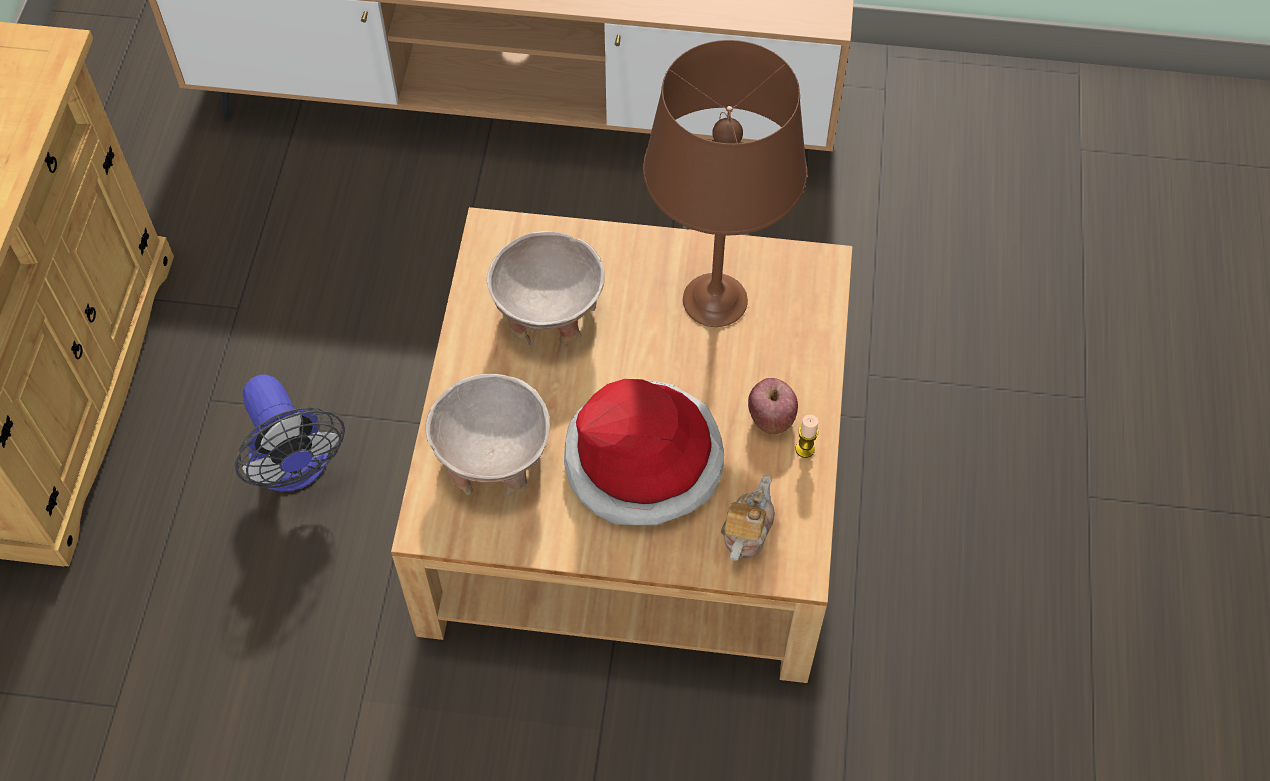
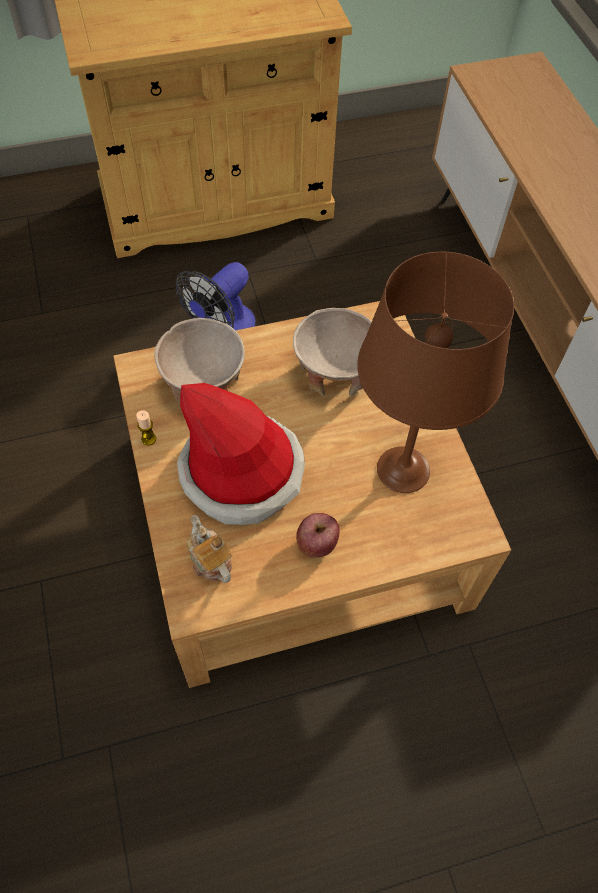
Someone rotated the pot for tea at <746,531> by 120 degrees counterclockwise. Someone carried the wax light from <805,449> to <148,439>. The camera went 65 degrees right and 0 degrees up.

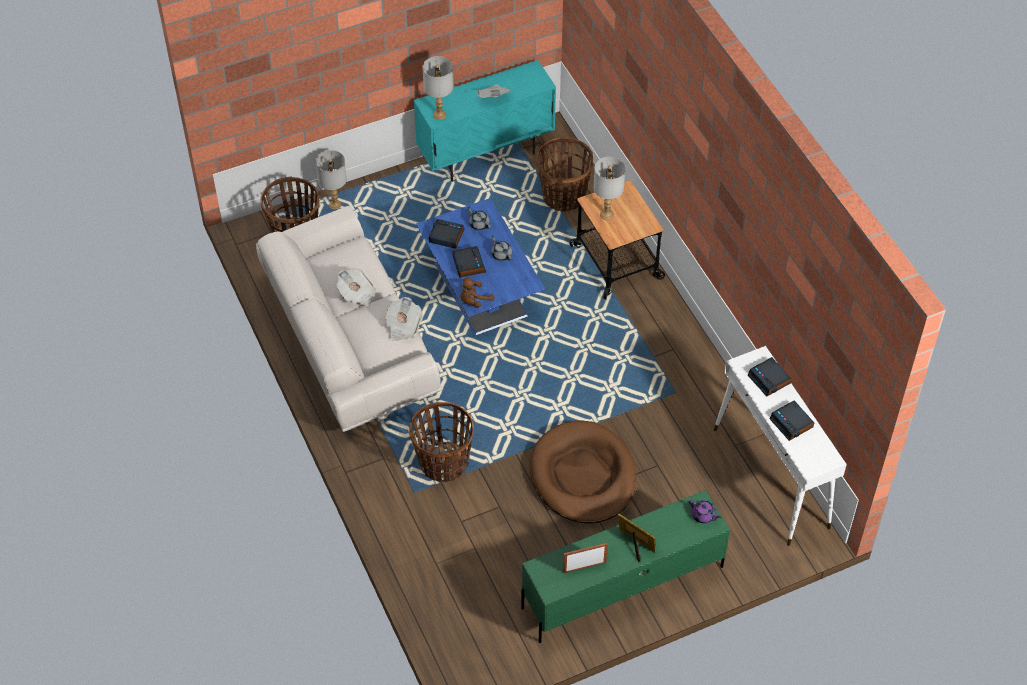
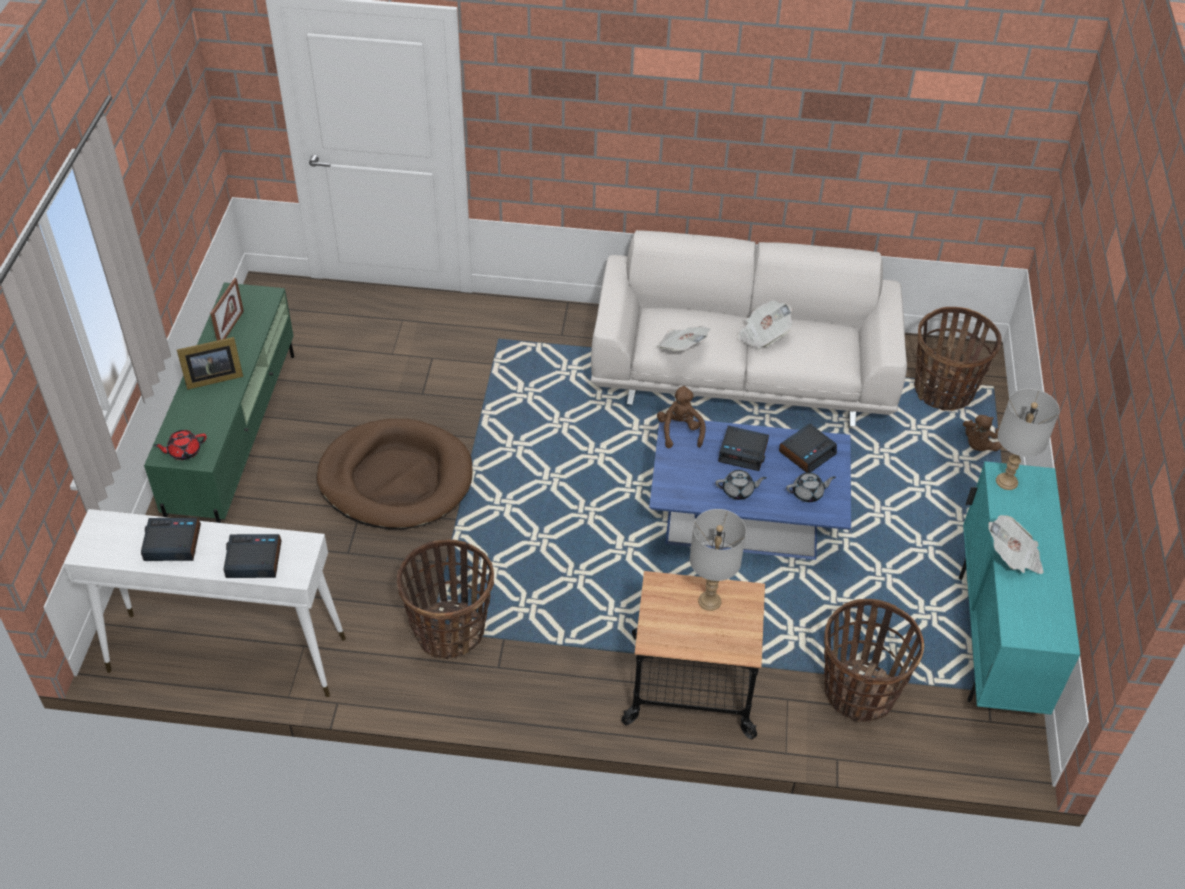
Someone swapped the lamp for a table (greyish) at <335,205> for the plush toy (brown-coloured) at <978,445>. Someone carried the storage basket from <443,463> to <450,630>. Someone repainted the pot for tea (purple) at <703,515>, which became the pot for tea (red) at <184,451>. The camera went 120 degrees right and 5 degrees down.

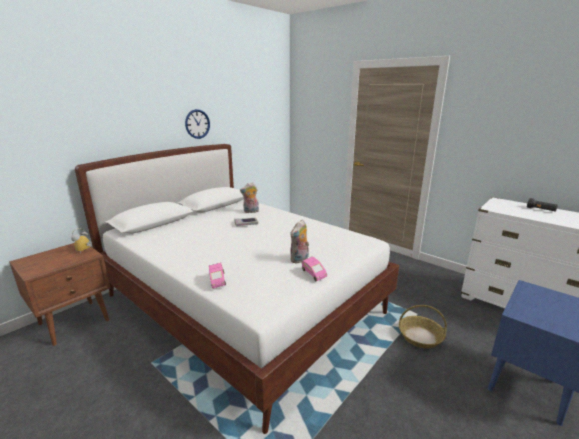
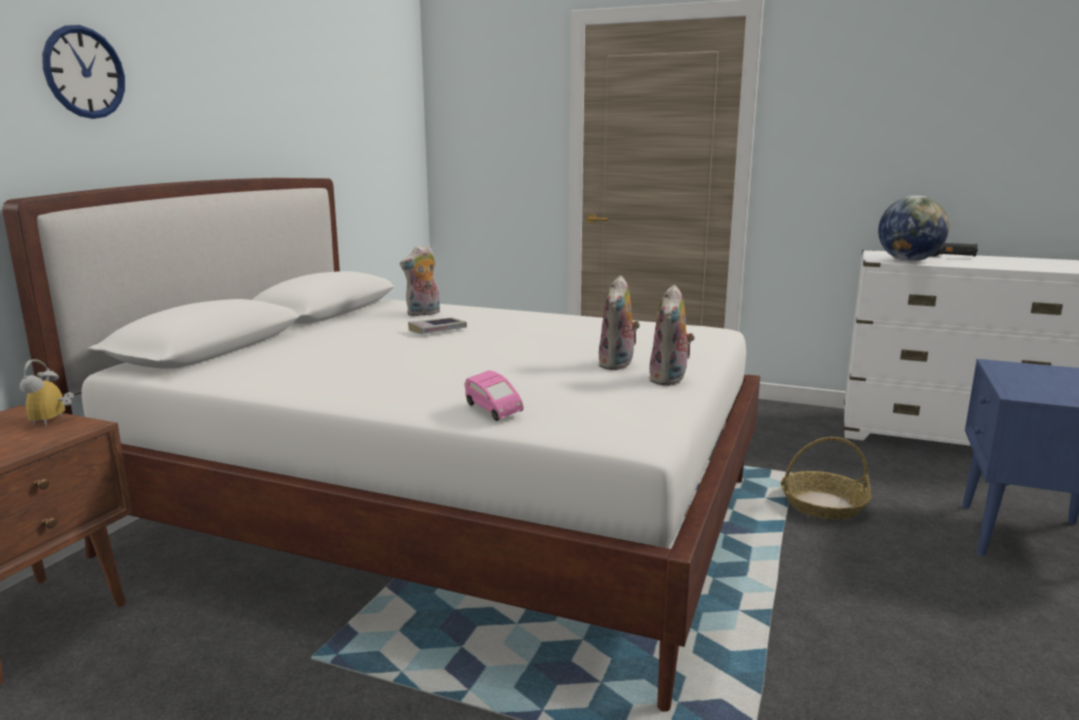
Someone carried the clock on the wall from <197,124> to <84,72>. Someone swapped the model car (pink-coloured) at <313,274> for the plush toy at <670,380>. Someone put down the world globe at <908,260>. The camera went 20 degrees left and 5 degrees down.

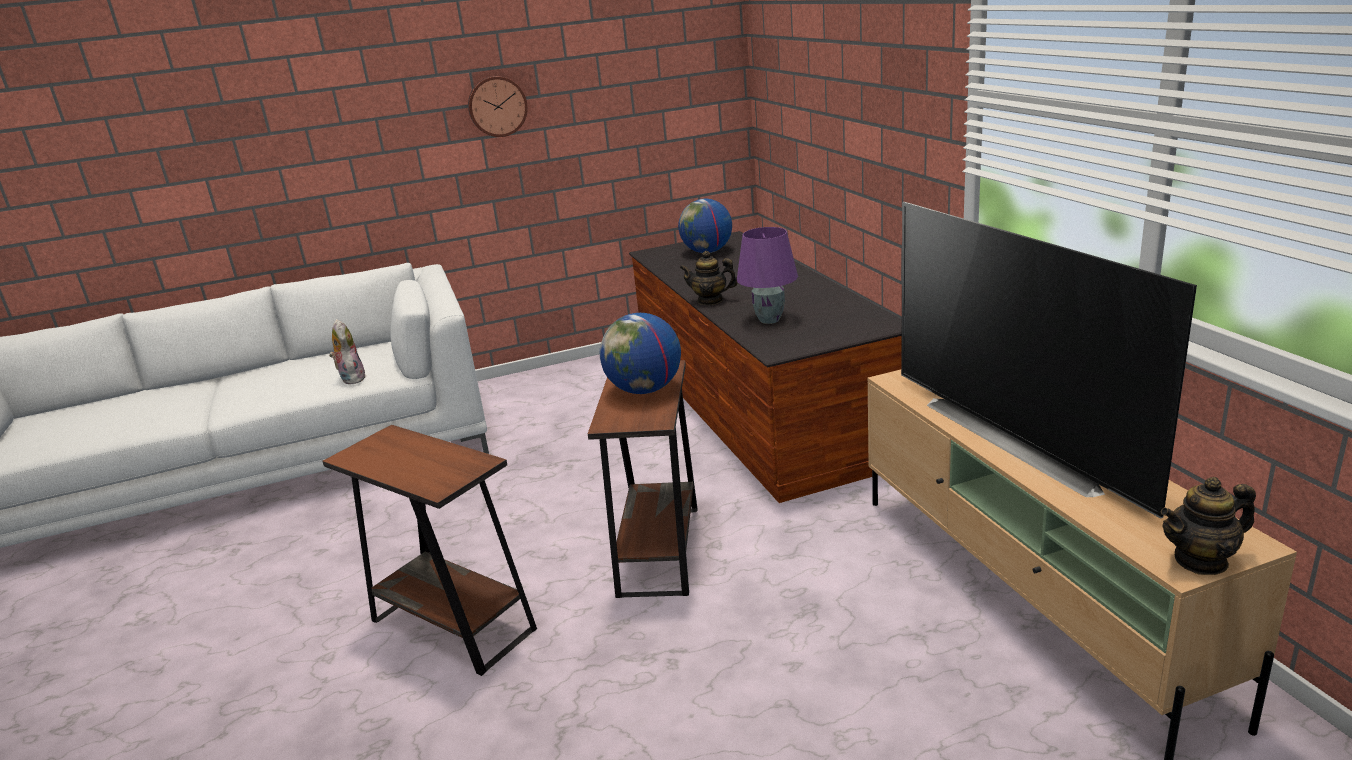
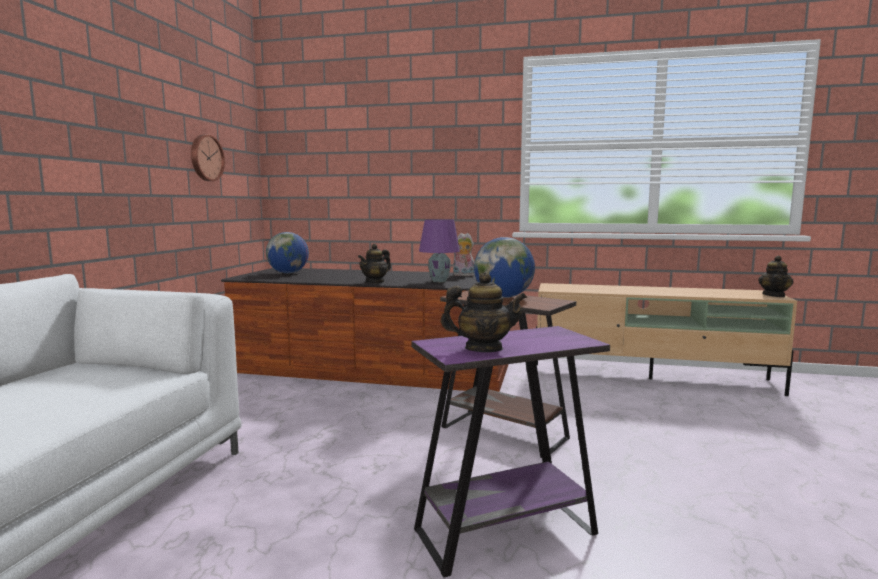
Someone repainted the side table (brown-coloured) at <452,625>, which became the side table (purple) at <505,532>. Someone carried the plush toy from <351,378> to <463,275>. Someone carried the clock on the wall from <497,106> to <206,158>. Someone took away the TV set at <1021,438>. Someone put down the pot for tea at <483,349>. The camera went 60 degrees left and 15 degrees down.

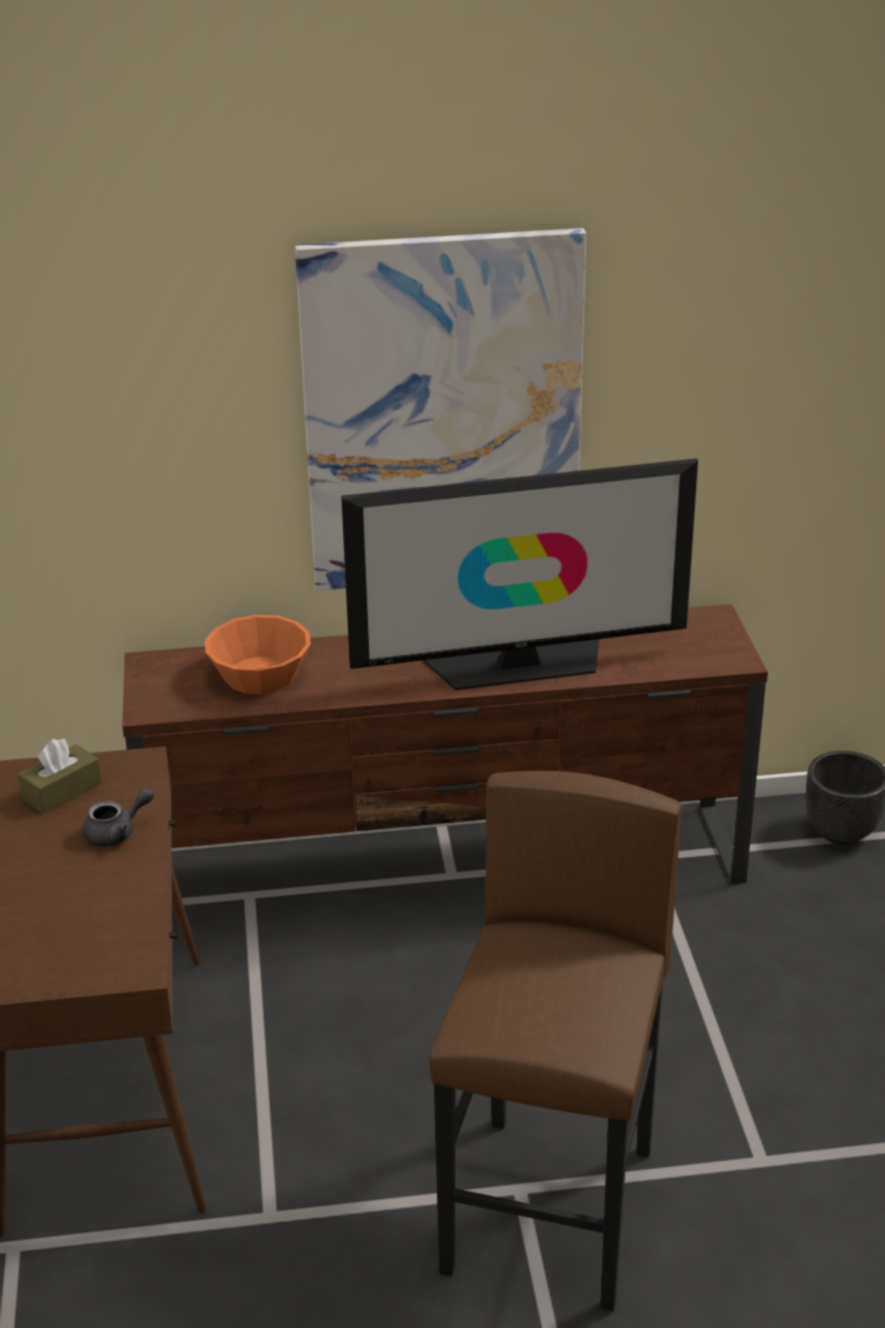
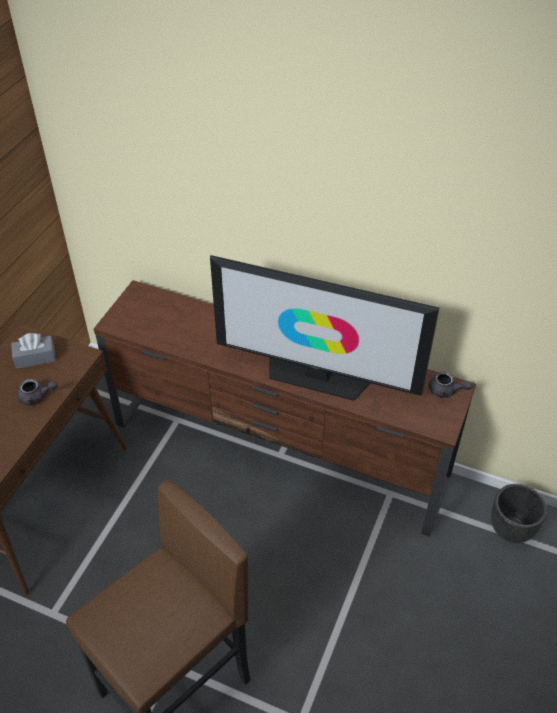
Someone repainted the tissue holder (brown-coloured) at <62,791>, which became the tissue holder (greyish) at <35,358>. Someone took away the bowl (orange-coloured) at <260,674>. Someone took away the picture at <442,414>. Someone put down the pot for tea (greyish) at <446,391>. The camera went 30 degrees right and 15 degrees up.

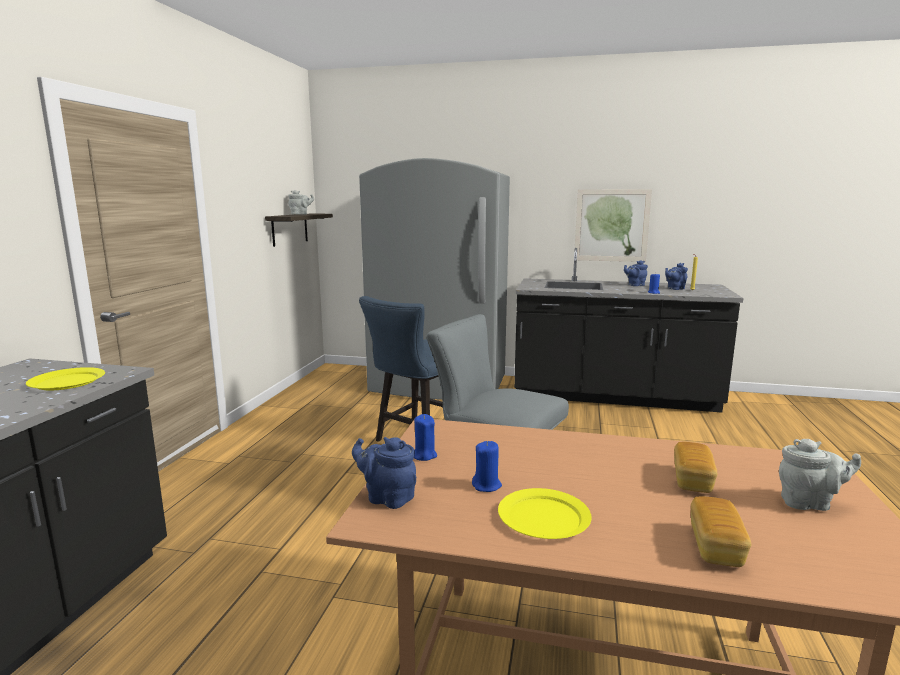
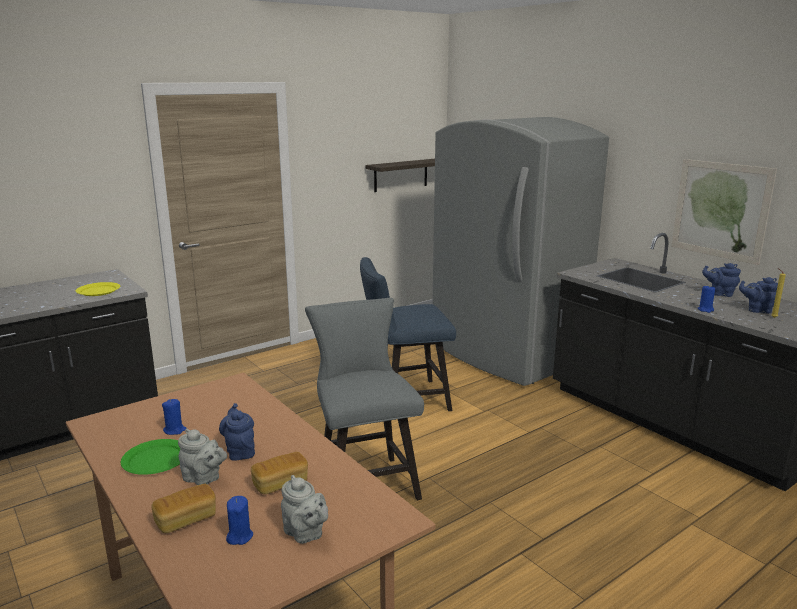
Someone carried the pot for tea (greyish) from <300,214> to <203,479>. Someone carried the pot for tea (blue) from <387,497> to <240,451>. Someone carried the wax light (blue) from <424,455> to <239,536>. Someone repainted the dinner plate (yellow-coloured) at <543,517>, which became the dinner plate (green) at <155,459>. The camera went 40 degrees right and 5 degrees up.

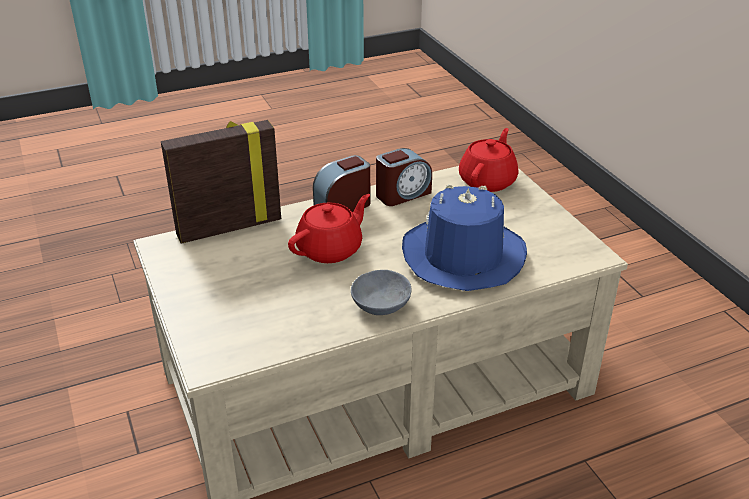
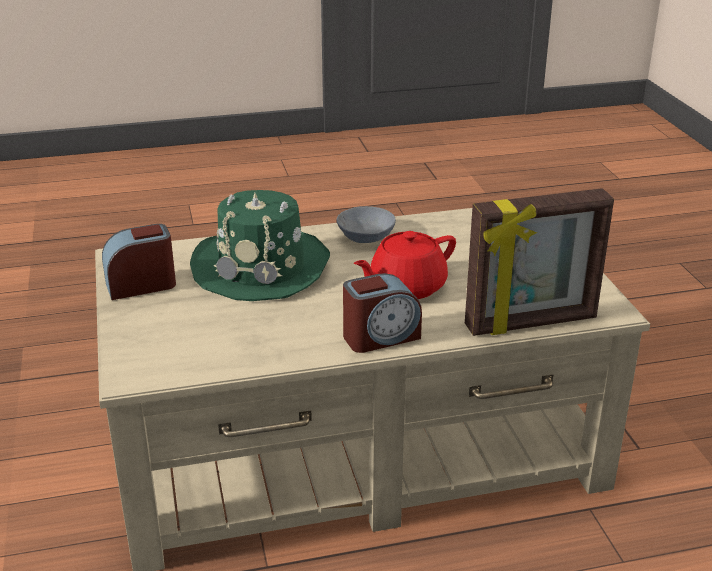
Someone carried the table clock from <402,194> to <141,285>. Someone repainted the clothing hat (blue) at <462,256>, which became the clothing hat (green) at <262,267>. Someone took away the pot for tea (red) at <488,181>. The camera went 170 degrees left and 5 degrees down.

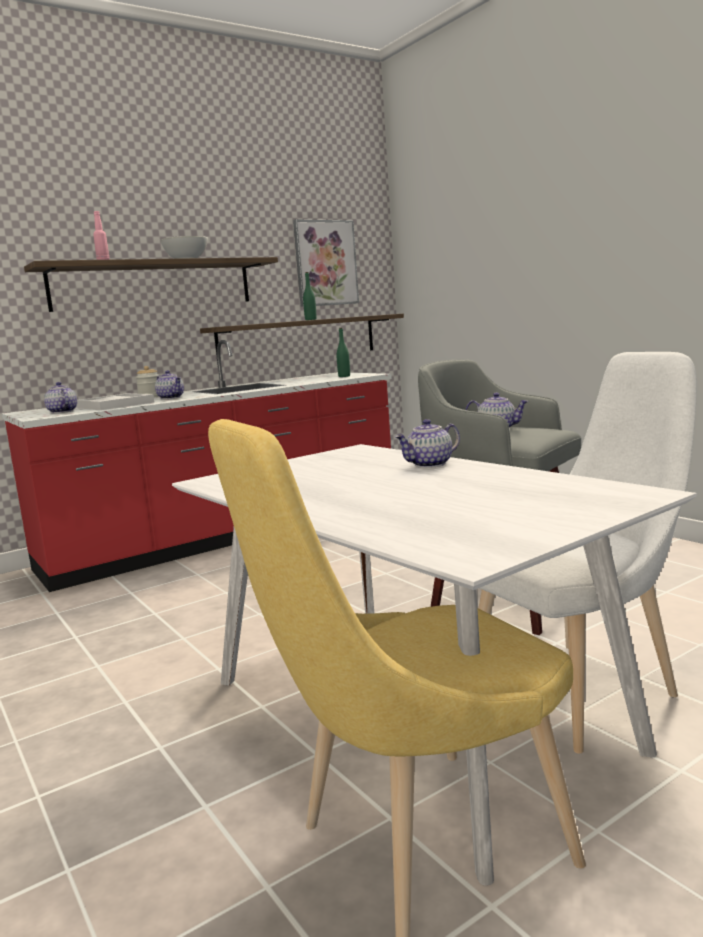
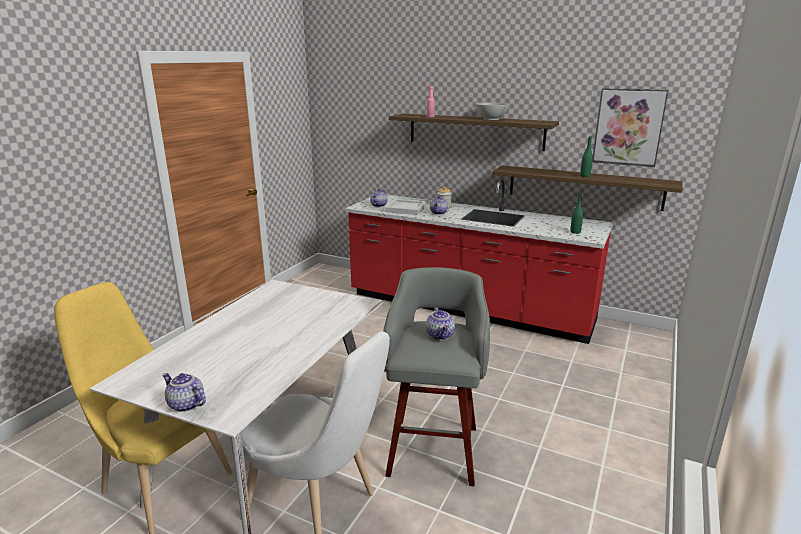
Someone carried the pot for tea from <430,465> to <185,405>. The camera went 60 degrees right and 10 degrees up.

